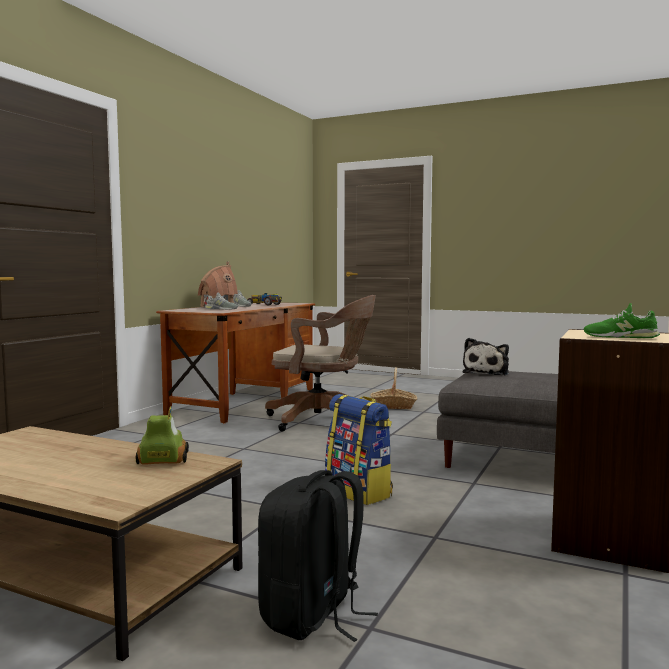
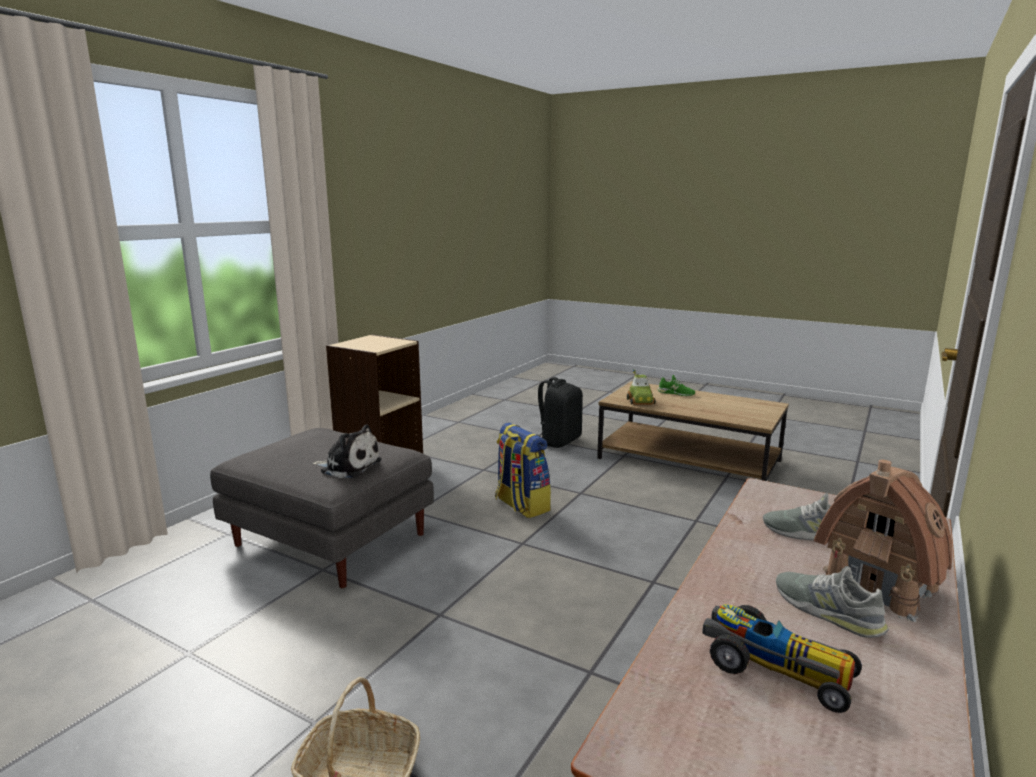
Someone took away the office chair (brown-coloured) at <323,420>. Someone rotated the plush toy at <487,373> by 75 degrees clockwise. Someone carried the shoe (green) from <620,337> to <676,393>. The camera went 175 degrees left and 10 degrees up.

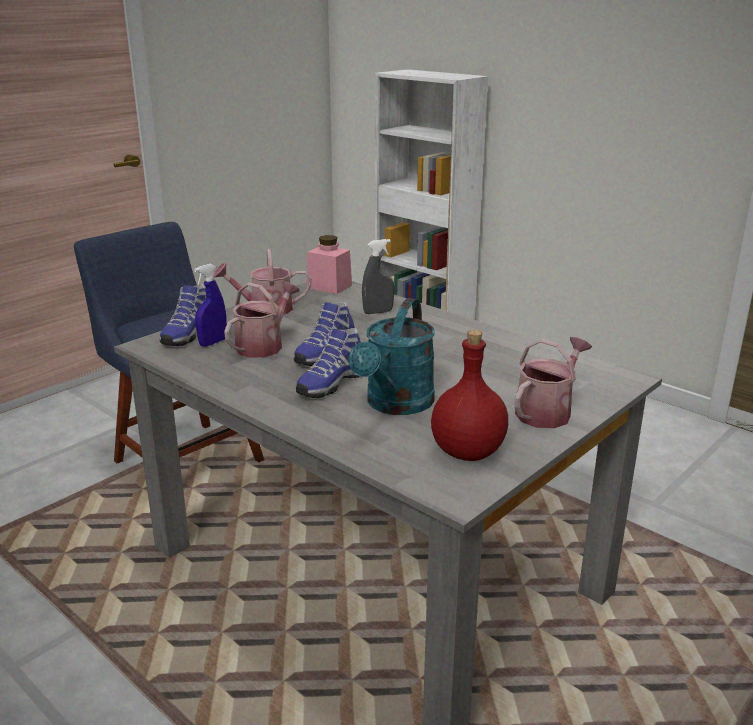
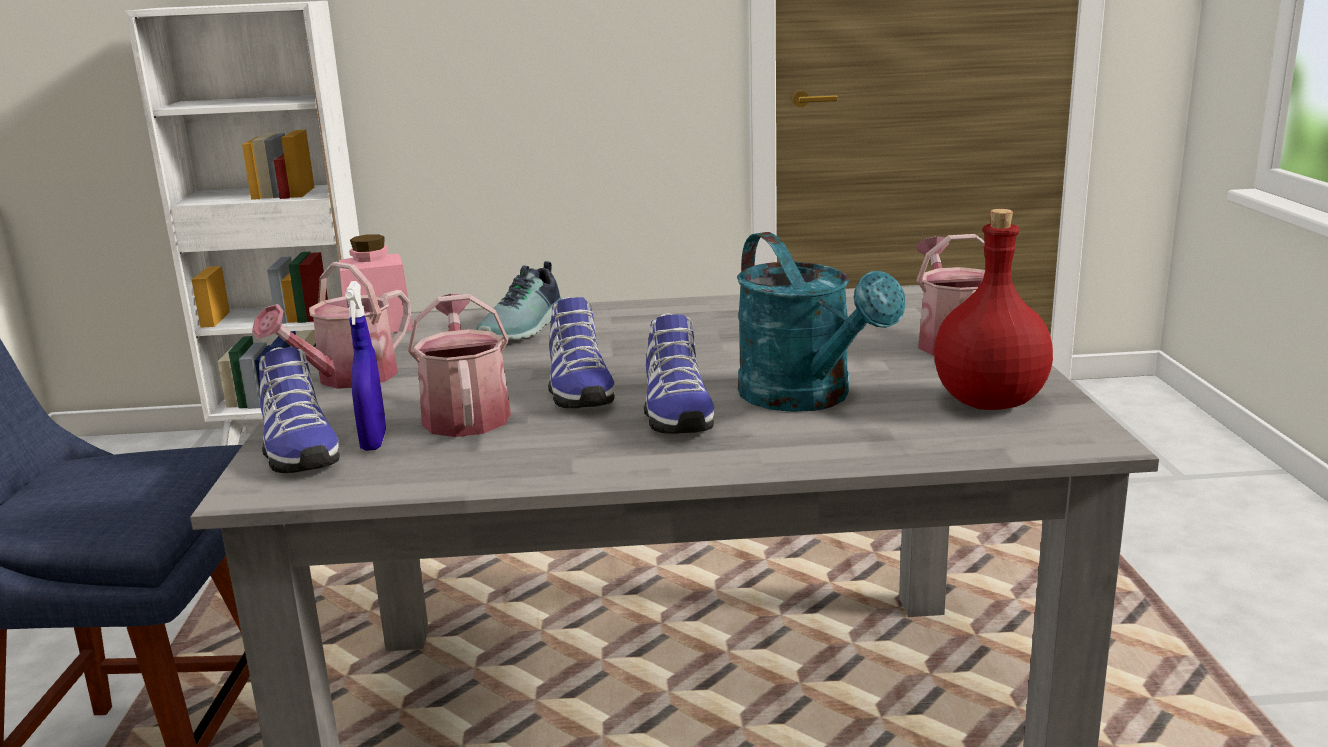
Someone swapped the hand sprayer (greyish) at <378,312> for the shoe at <526,328>. The camera went 45 degrees left and 5 degrees down.

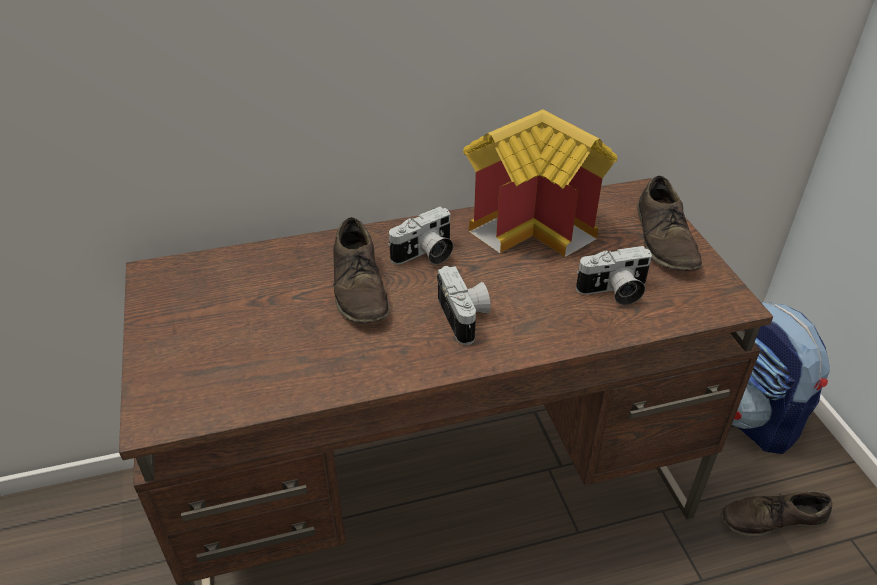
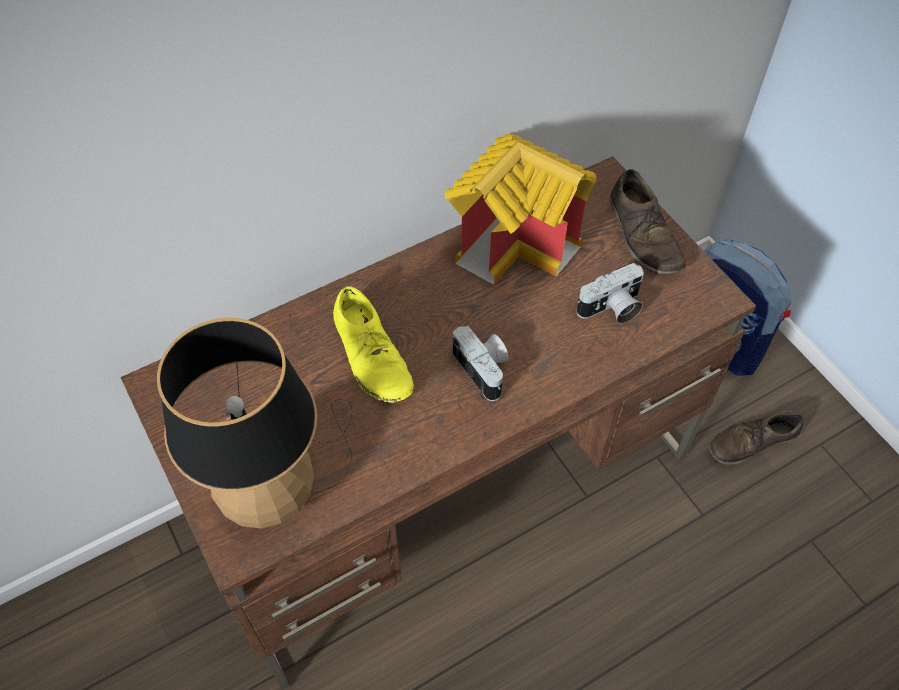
Someone repainted the shoe (brown-coloured) at <359,287>, which became the shoe (yellow-coloured) at <372,356>. Someone took away the still camera at <425,255>. Someone put down the lamp for a table at <278,482>. The camera went 15 degrees left and 15 degrees up.

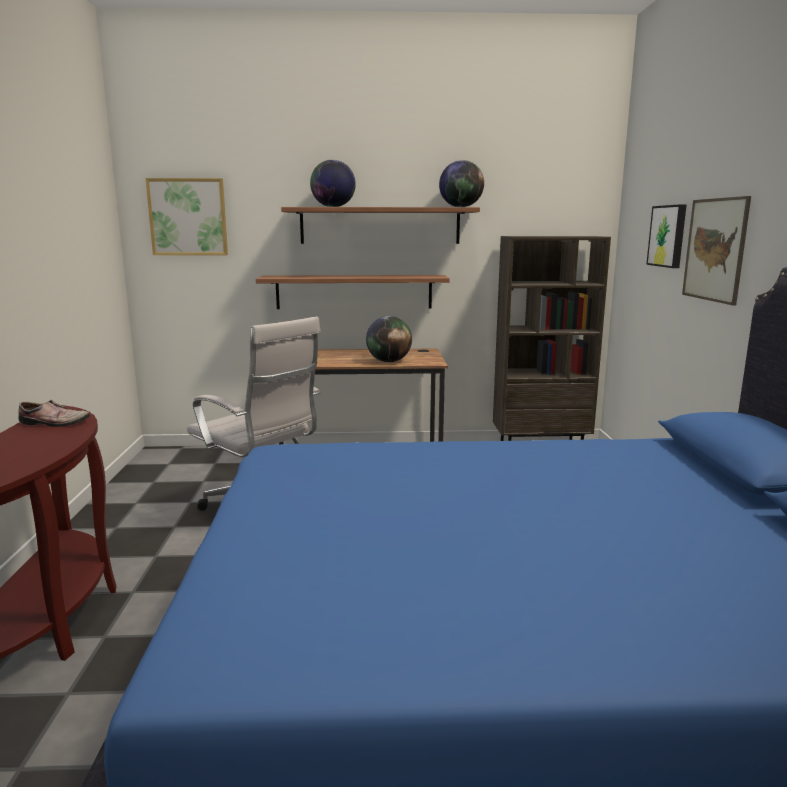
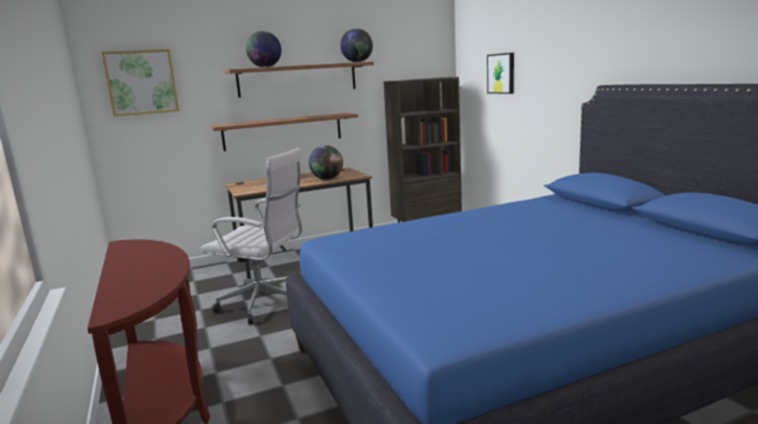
Someone took away the shoe at <53,423>. Someone took away the picture at <715,249>. The camera went 20 degrees left and 0 degrees up.

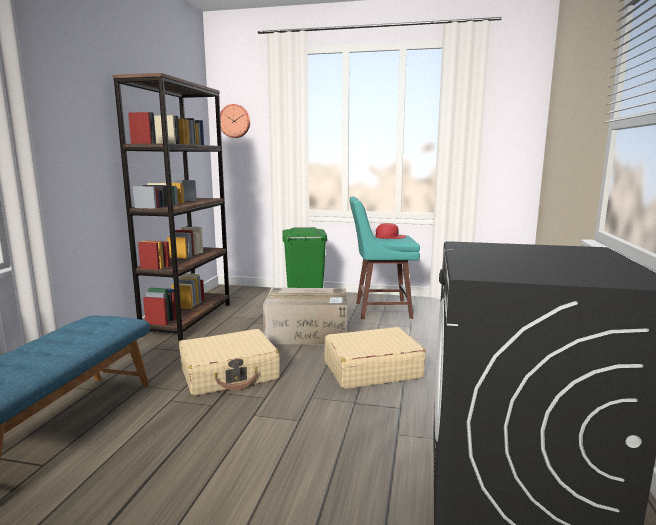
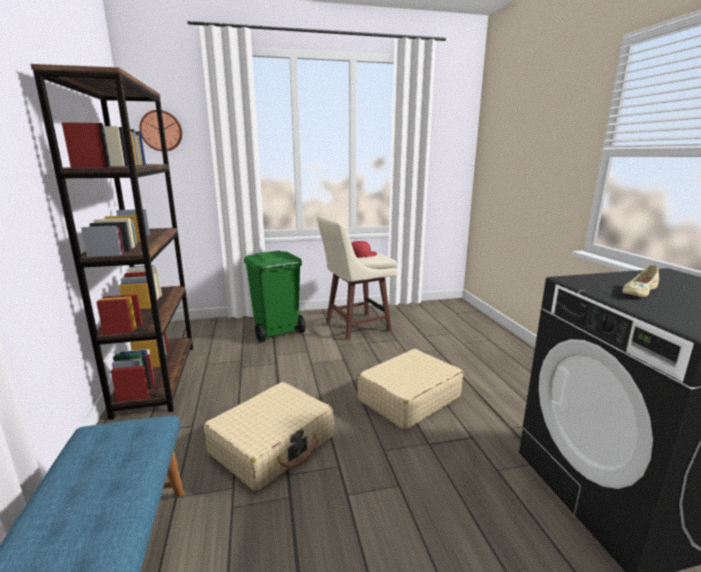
Someone took away the packing box at <308,333>. Someone repainted the stool seat (turquoise) at <380,310>, which became the stool seat (beige-coloured) at <355,326>. Someone put down the shoe (beige-coloured) at <638,291>. The camera went 25 degrees left and 5 degrees up.

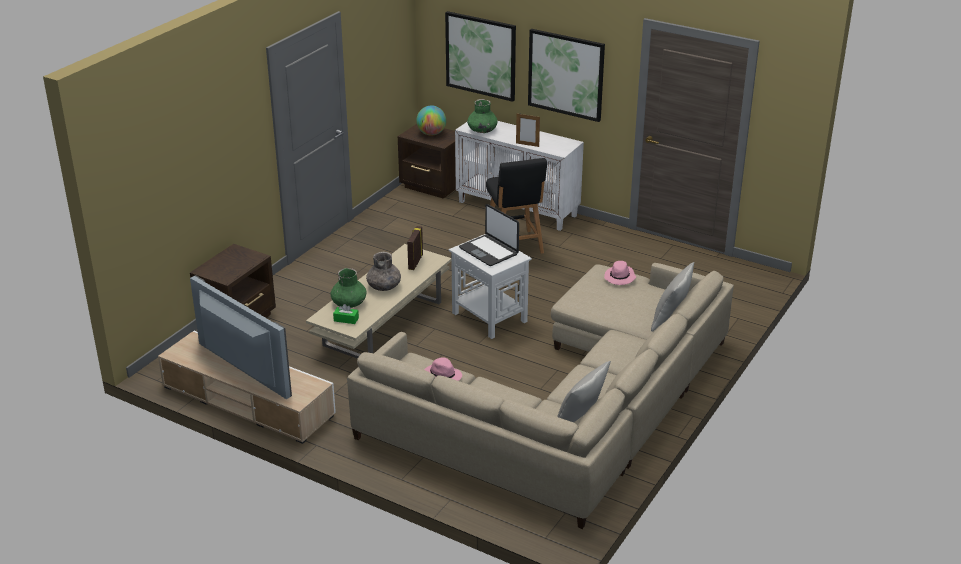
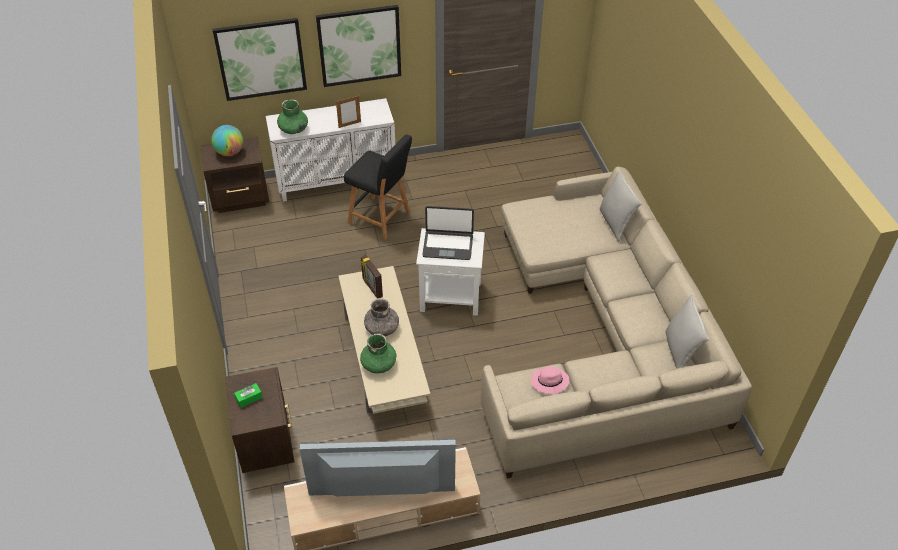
Someone carried the tissue holder (green) from <346,319> to <249,398>. Someone took away the clothing hat (pink-coloured) at <620,277>. The camera went 45 degrees left and 15 degrees up.

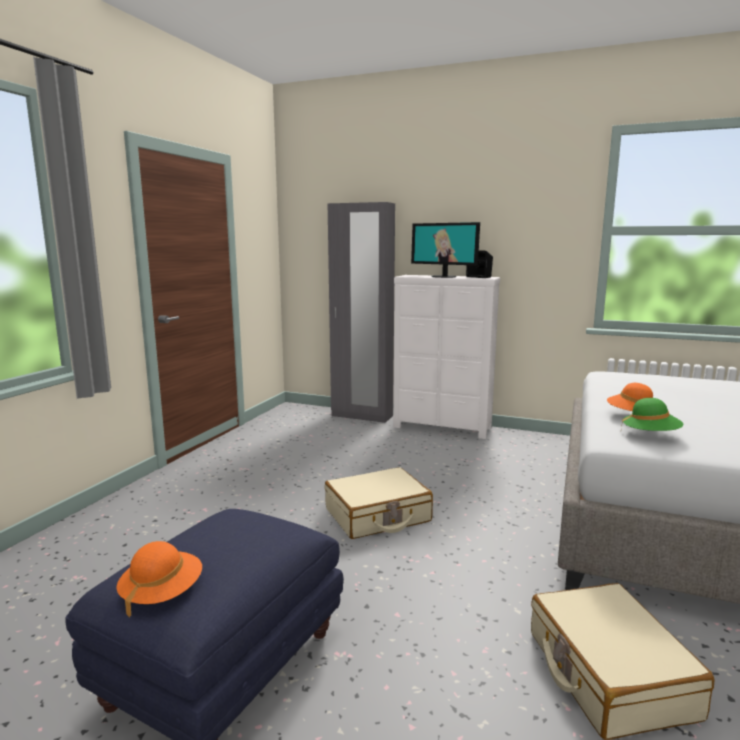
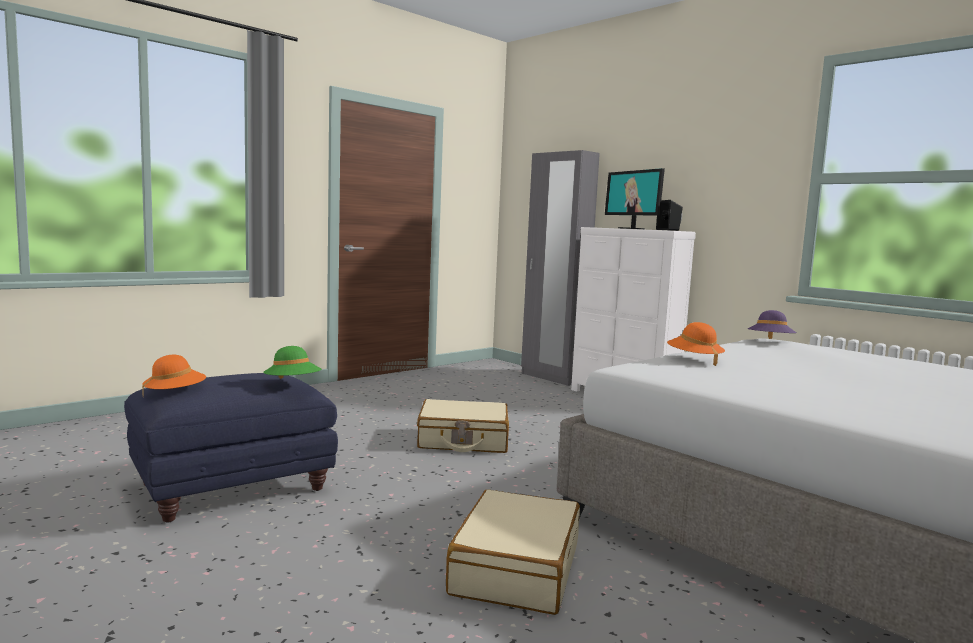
Someone carried the clothing hat (green) from <650,435> to <292,384>. Someone put down the clothing hat (purple) at <770,342>. The camera went 25 degrees right and 5 degrees down.

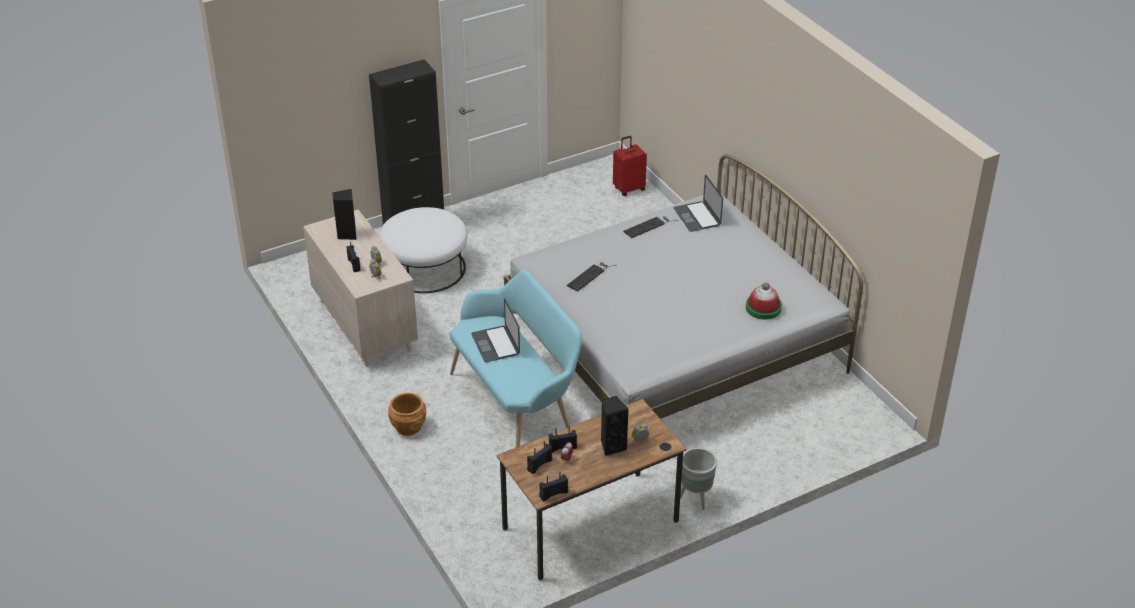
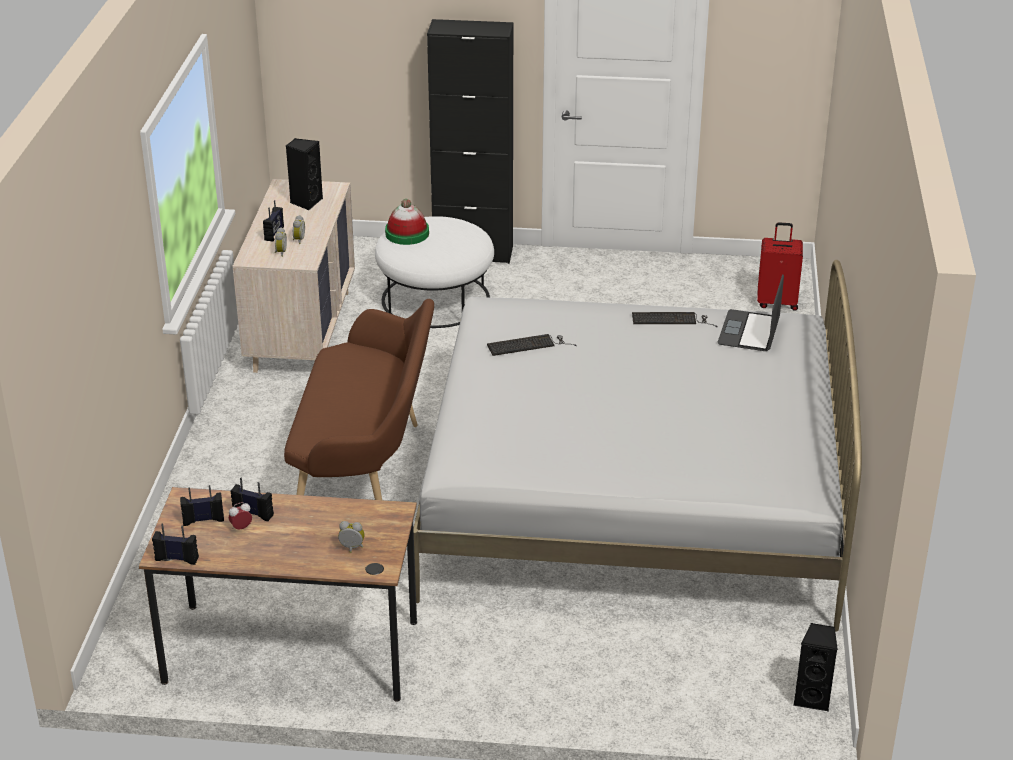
Someone took away the flower pot (brown-coloured) at <408,427>. Someone repainted the indoor bench (turquoise) at <517,403>, which became the indoor bench (brown-coloured) at <367,479>. Someone took away the portable computer at <495,344>. Someone carried the audio speaker (blackish) from <612,446> to <813,698>. Someone took away the flower pot (greyish) at <695,499>. Someone carried the clothing hat from <763,308> to <407,234>. The camera went 35 degrees right and 5 degrees down.

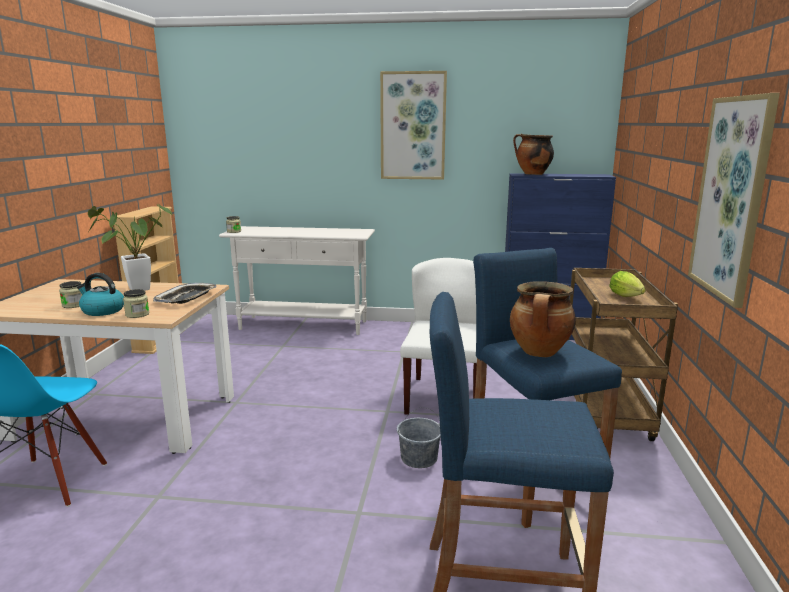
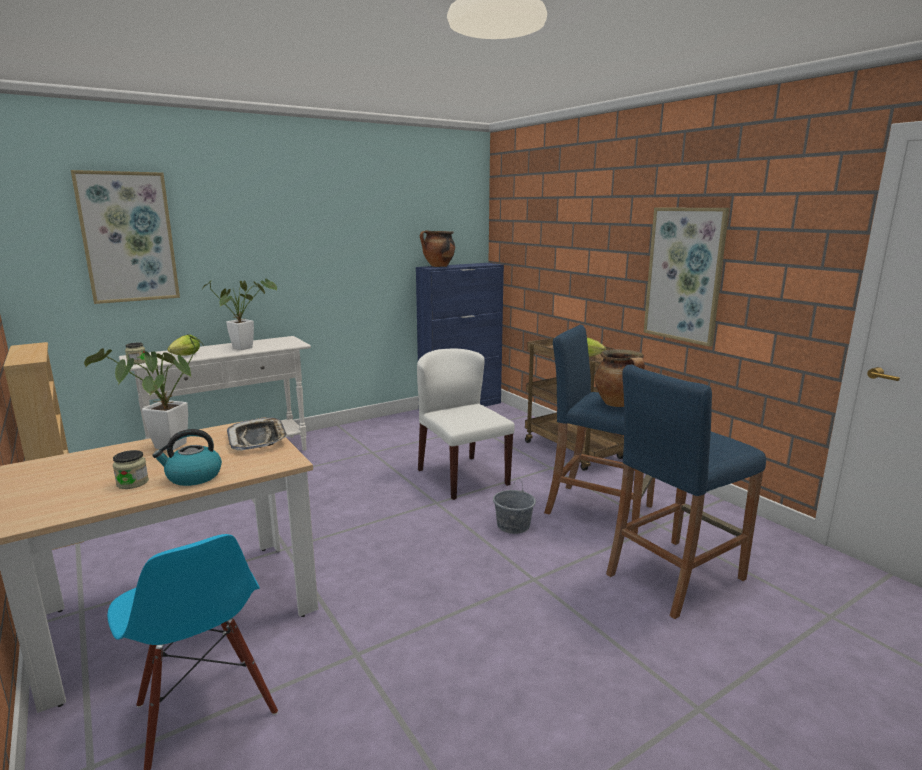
Someone took away the preserve jar at <137,314>. Someone carried the picture from <413,126> to <128,237>. Someone put down the head of lettuce at <184,356>. Someone put down the potted plant at <246,347>. The camera went 40 degrees left and 0 degrees up.

